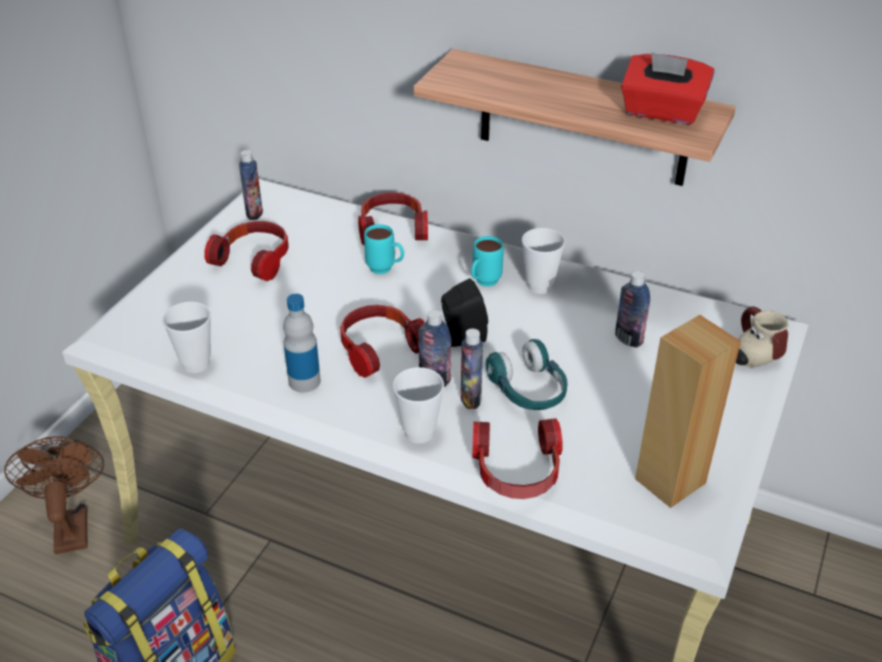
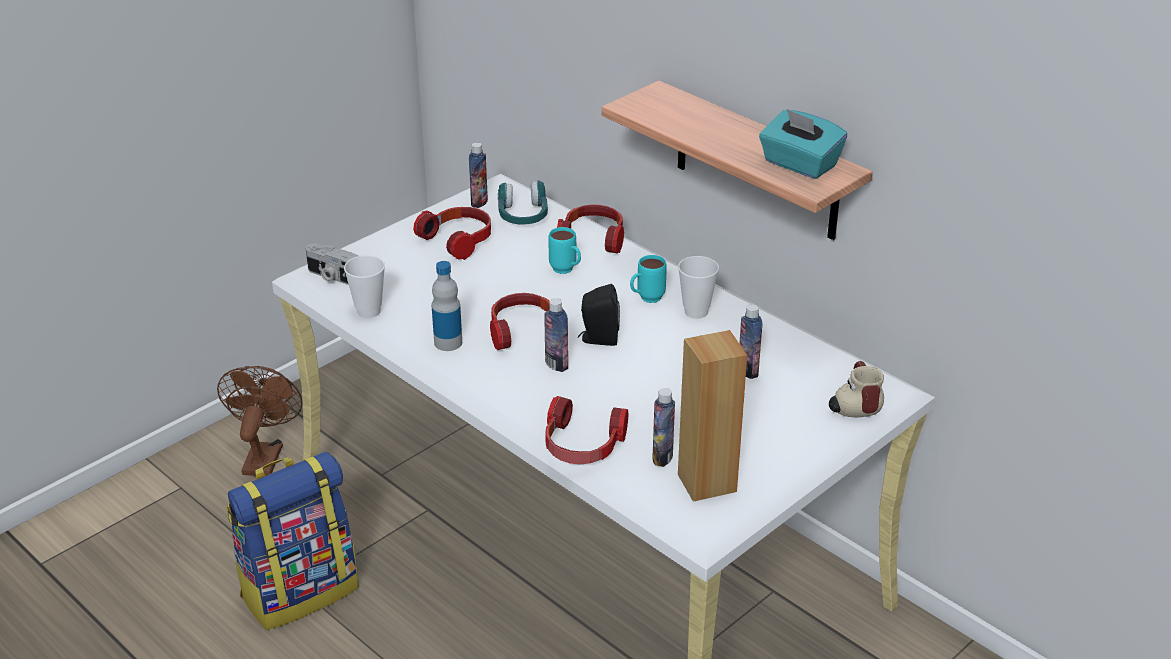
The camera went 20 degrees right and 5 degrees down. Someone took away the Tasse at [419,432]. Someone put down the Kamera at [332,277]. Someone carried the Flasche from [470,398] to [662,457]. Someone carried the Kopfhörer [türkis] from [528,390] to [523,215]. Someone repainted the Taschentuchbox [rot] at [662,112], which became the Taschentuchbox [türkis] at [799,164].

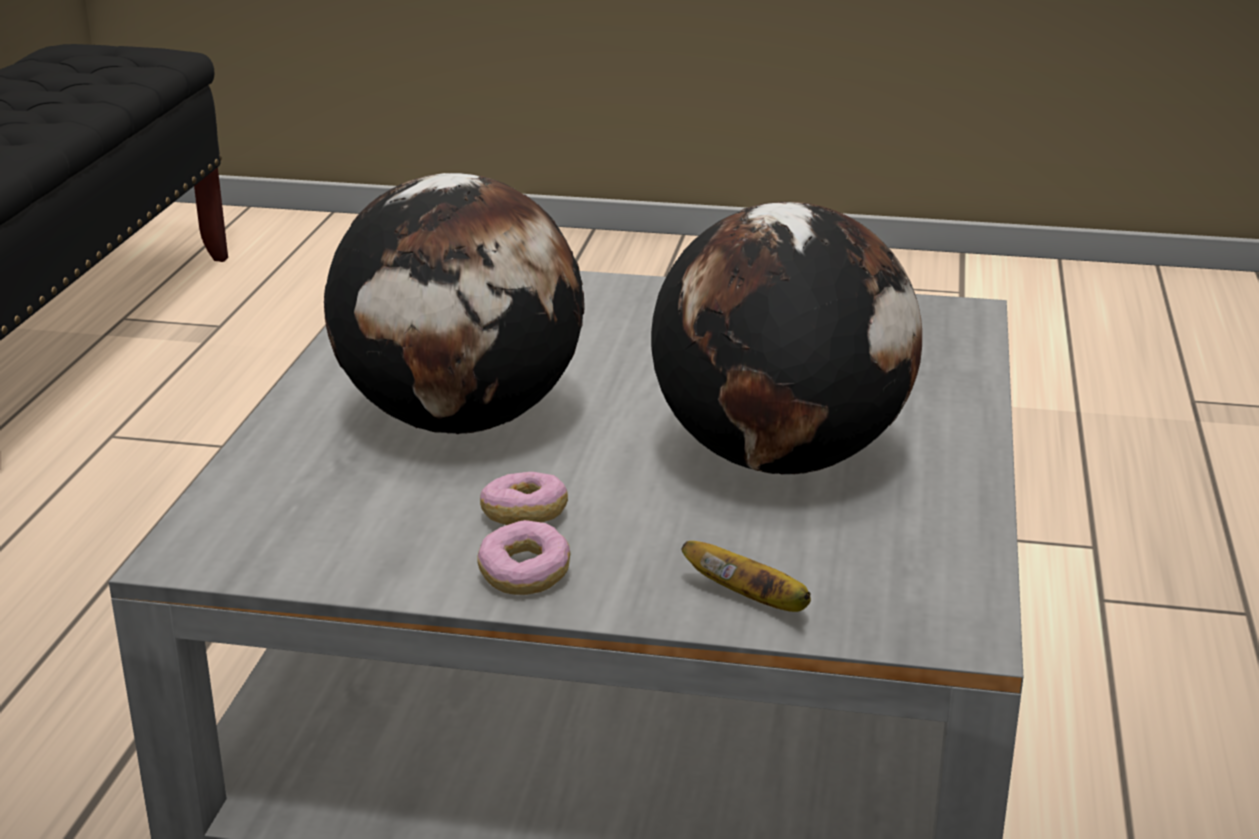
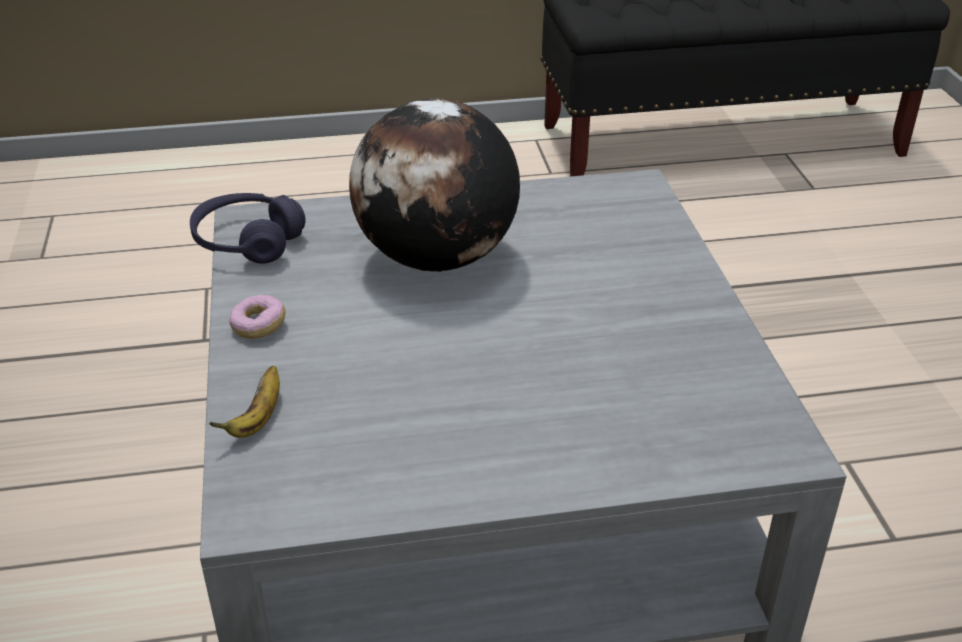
The camera went 70 degrees right and 10 degrees up. Someone took away the Donut at [524,516]. Someone took away the Globus at [780,458]. Someone put down the Kopfhörer [lila] at [248,242].

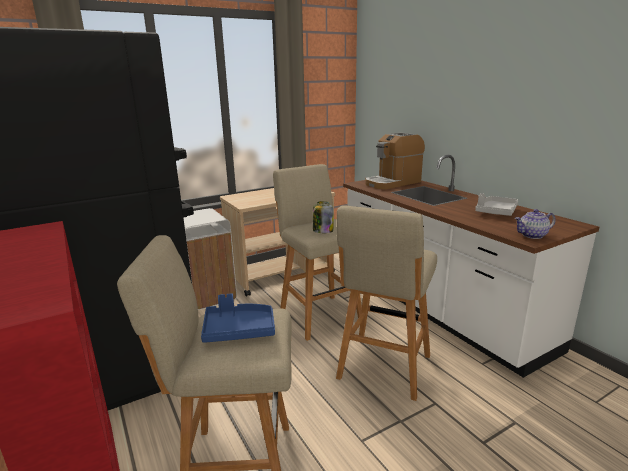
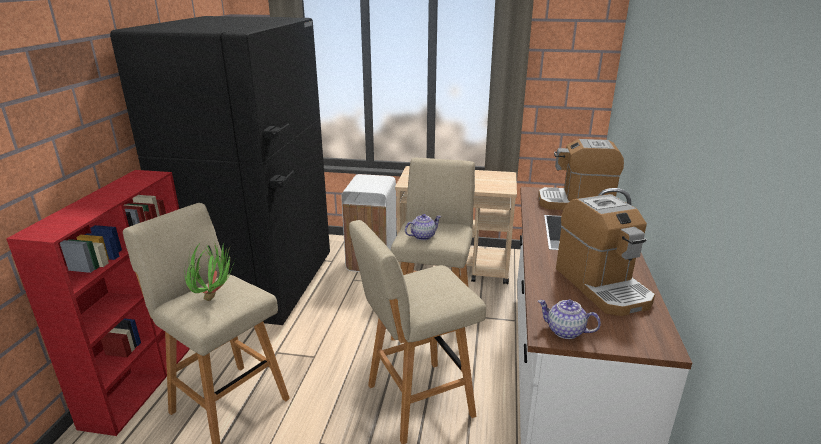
The camera went 40 degrees right and 5 degrees up. Someone swapped the Tablett [blau] at [239,330] for the Topfpflanze at [216,296]. Someone swapped the Vorratsglas at [322,231] for the Teekanne at [423,236]. Someone swapped the Tablett [grau] at [496,212] for the Kaffeemaschine at [602,285].

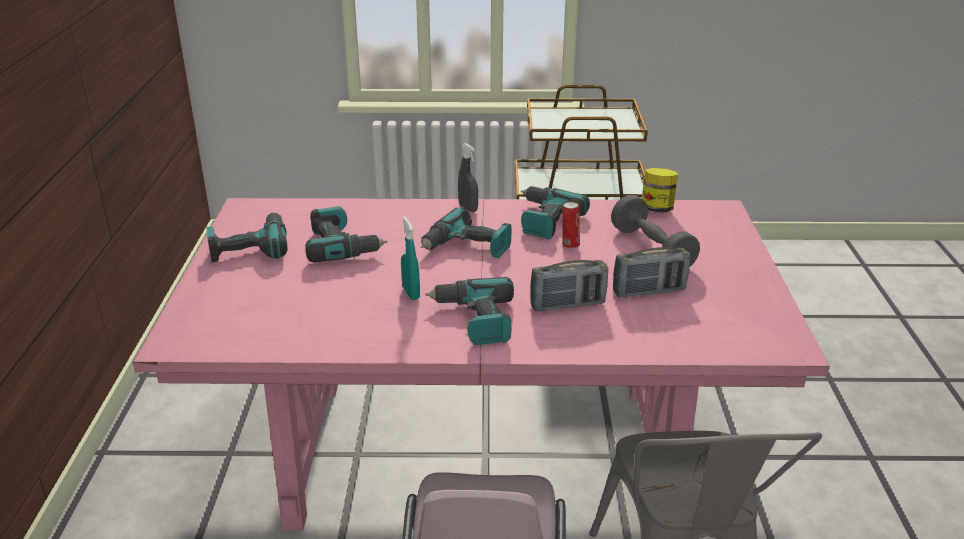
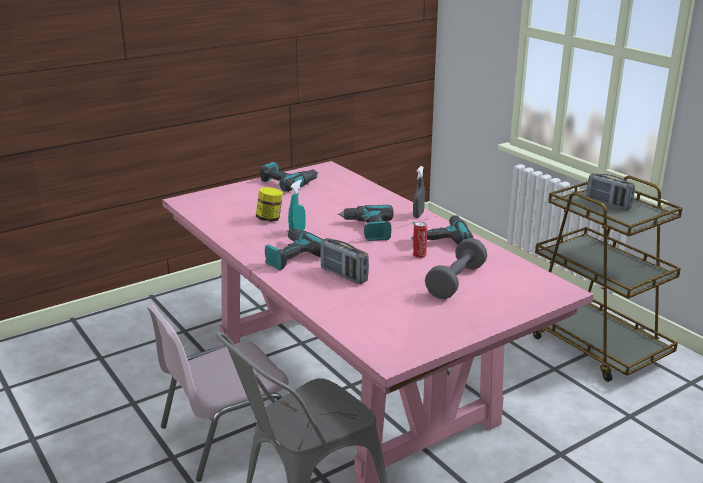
The camera went 55 degrees right and 5 degrees down. Someone took away the Bohrmaschine at [342,246]. Someone carried the Radio from [649,291] to [608,204]. Someone carried the Vorratsglas from [657,209] to [270,219].

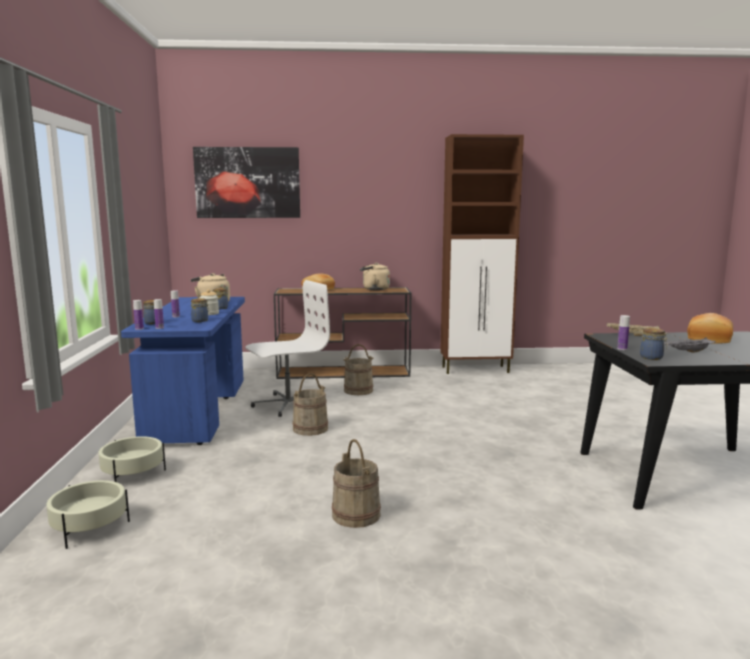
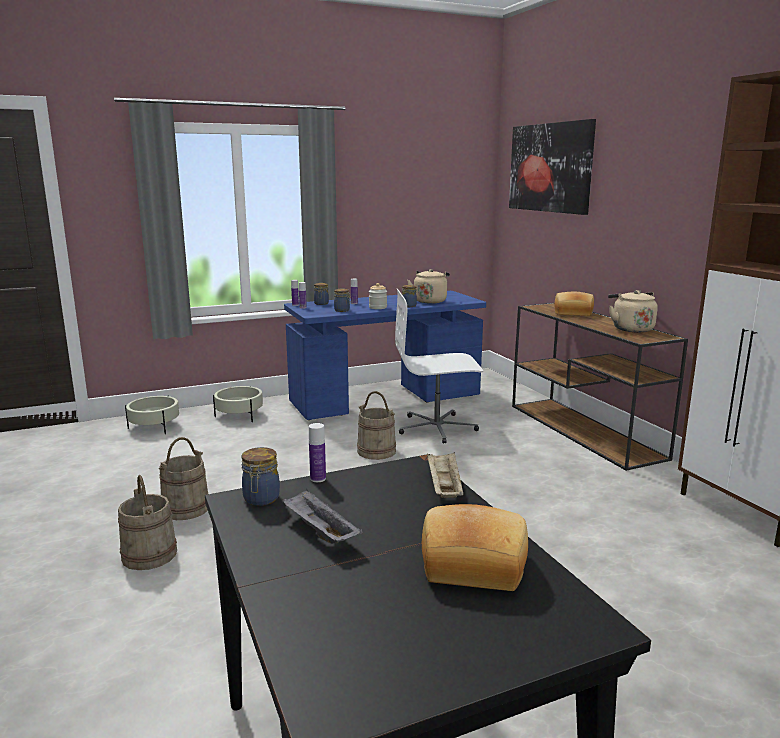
The camera went 70 degrees right and 5 degrees up. Someone carried the Eimer [beige] from [358,390] to [150,554]. Someone rotated the Bürostuhl [weiß] at [287,404] by 135 degrees clockwise.

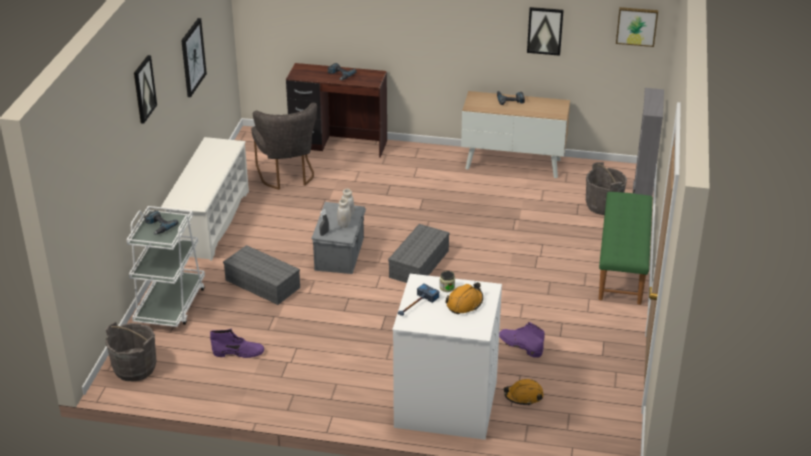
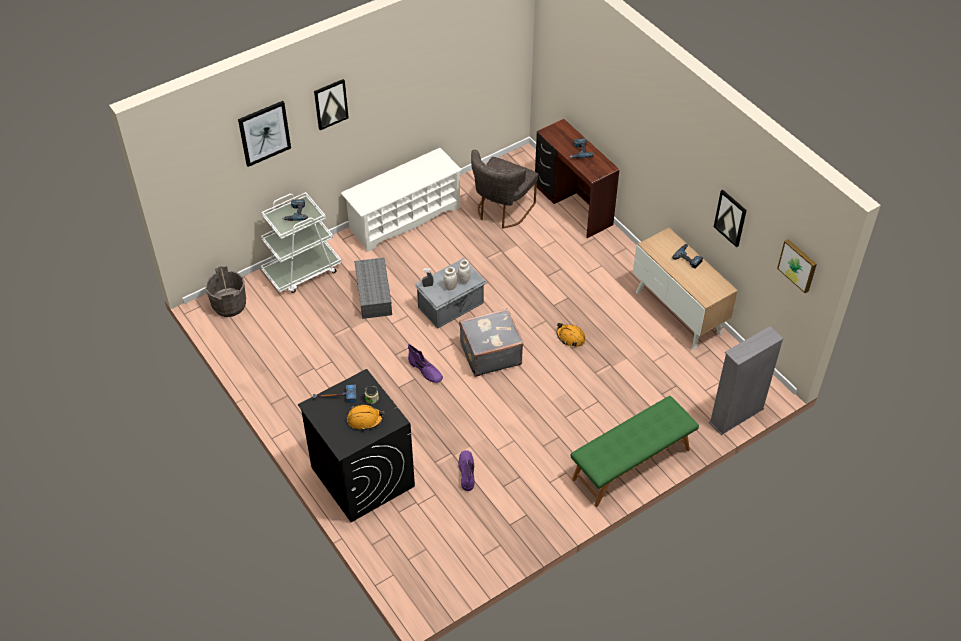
The camera went 45 degrees right and 15 degrees up. Someone took away the Eimer [grau] at [603,206]. Someone carried the Bild from [192,57] to [264,133]. Someone carried the Stiefel [lila] from [239,353] to [426,371]. Someone carried the Schutzhelm [orange] from [523,396] to [570,337]. Someone swapped the Aufbewahrungsbox [grau] at [419,264] for the Koffer [grau] at [490,354]. Someone repainted the Waschmaschine [weiß] at [445,404], which became the Waschmaschine [schwarz] at [362,476].

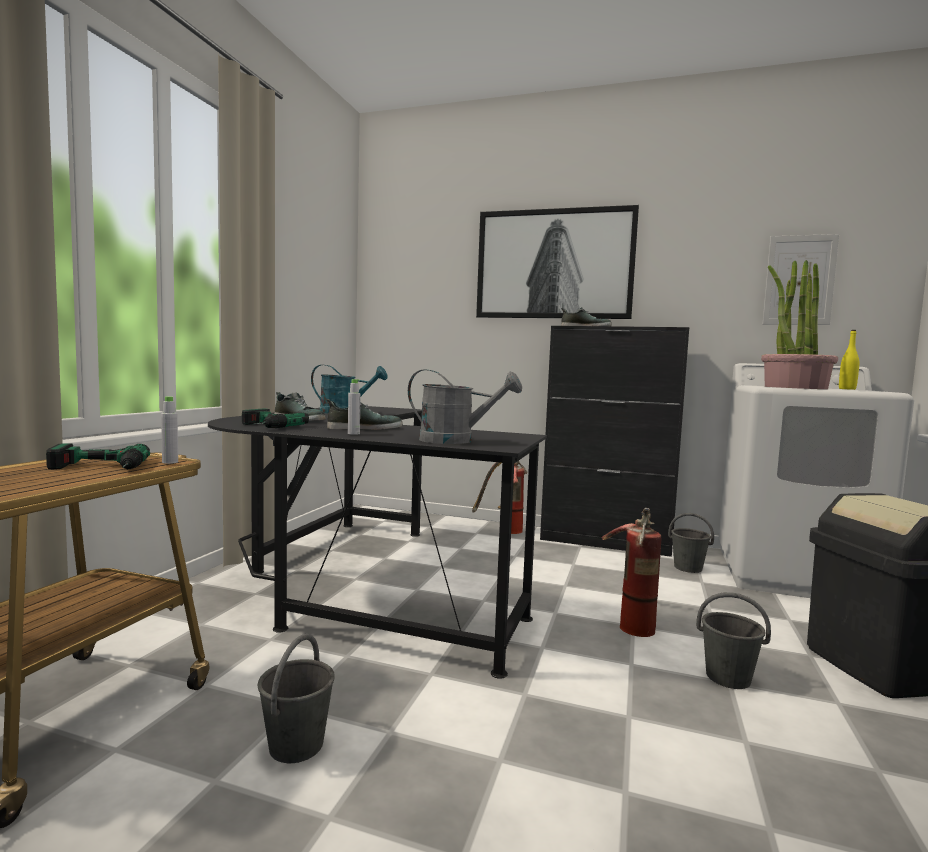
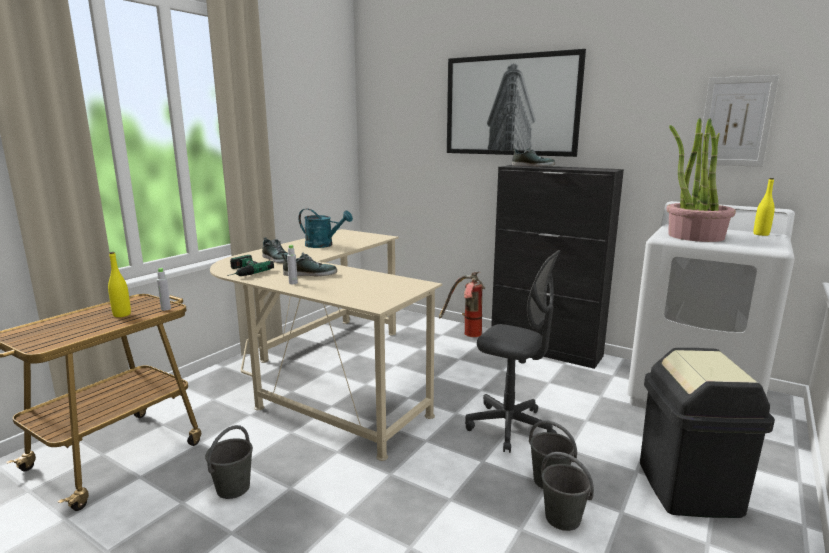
The camera went 15 degrees right and 10 degrees up. Someone took away the Gießkanne [grau] at [456,441]. Someone carried the Eimer [grau] from [688,568] to [563,518]. Someone swapped the Bohrmaschine at [96,469] for the Flasche [gelb] at [122,314]. Someone swapped the Feuerlöscher at [632,622] for the Bürostuhl [grau] at [510,427]. Someone repainted the Schreibtisch [schwarz] at [357,584], which became the Schreibtisch [beige] at [326,376].

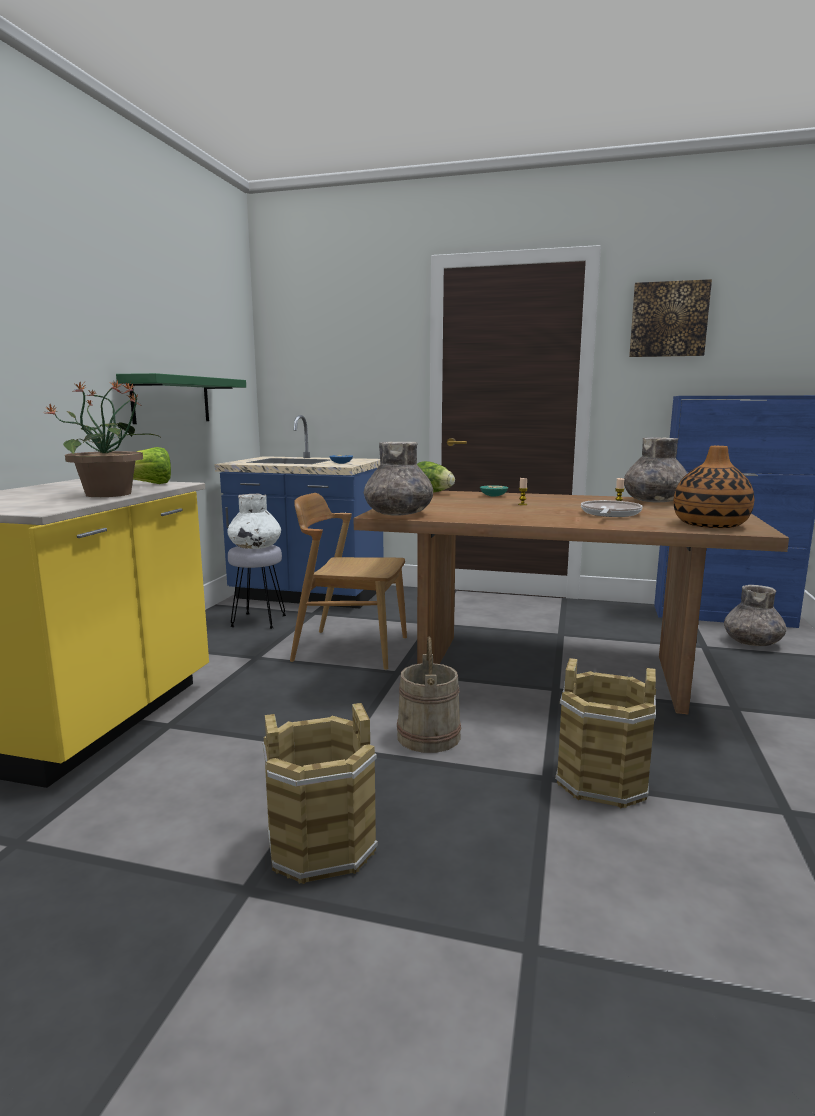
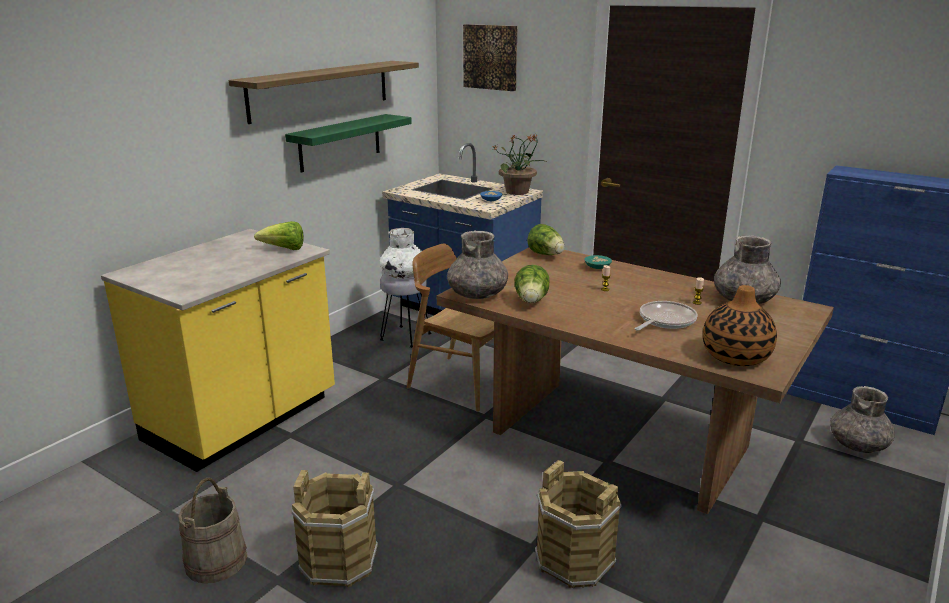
The camera went 20 degrees right and 10 degrees up. Someone put up the Wandregal at [321,90]. Someone put down the Salatkopf at [531,301]. Someone carried the Topfpflanze from [110,494] to [518,192]. Someone carried the Eimer [beige] from [429,736] to [216,561]. Someone carried the Bild from [668,319] to [491,57].

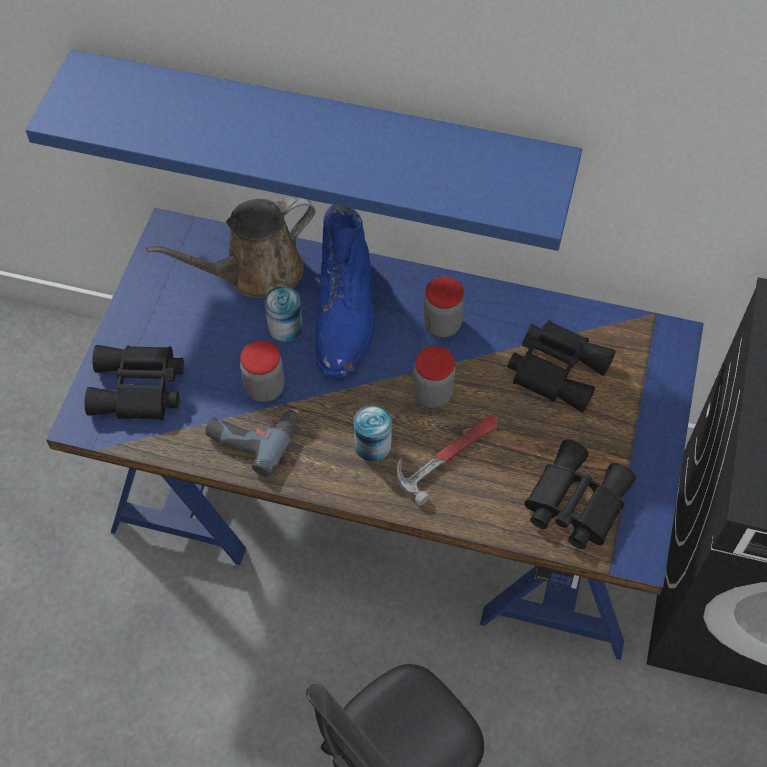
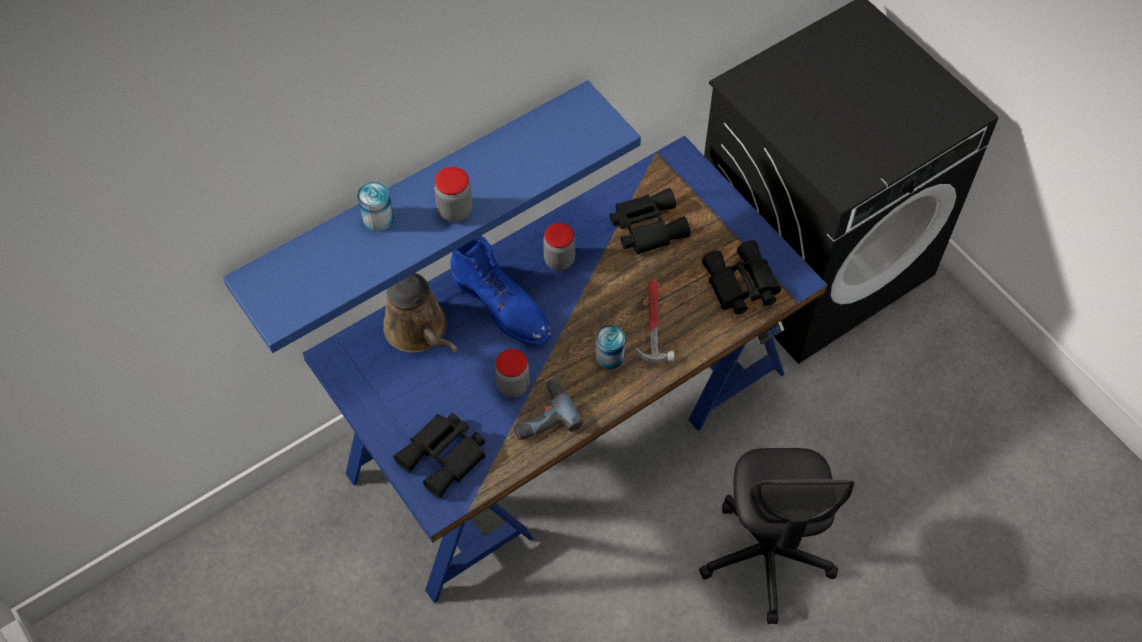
The camera went 50 degrees left and 0 degrees up. Someone carried the Dose from [285,327] to [378,219]. Someone carried the Vorratsglas from [432,393] to [455,210]. Someone rotated the Gießkanne [braun] at [256,272] by 45 degrees counterclockwise.

